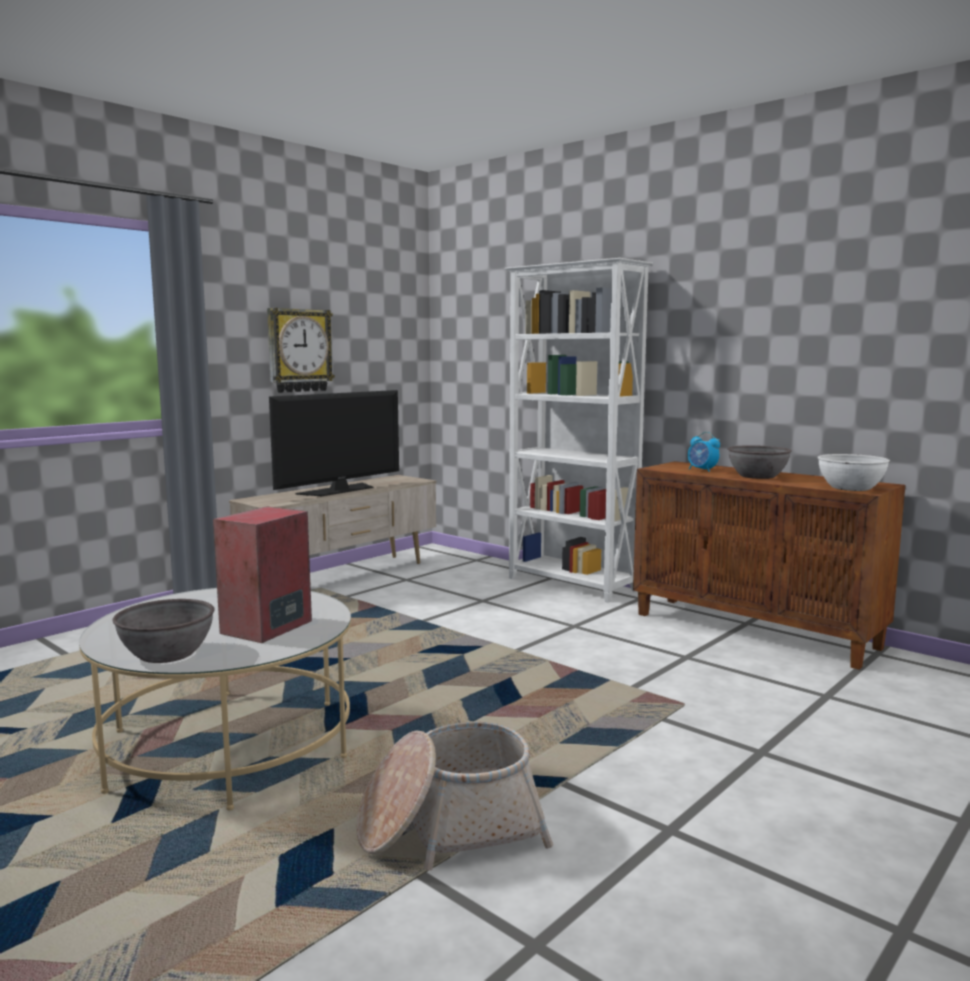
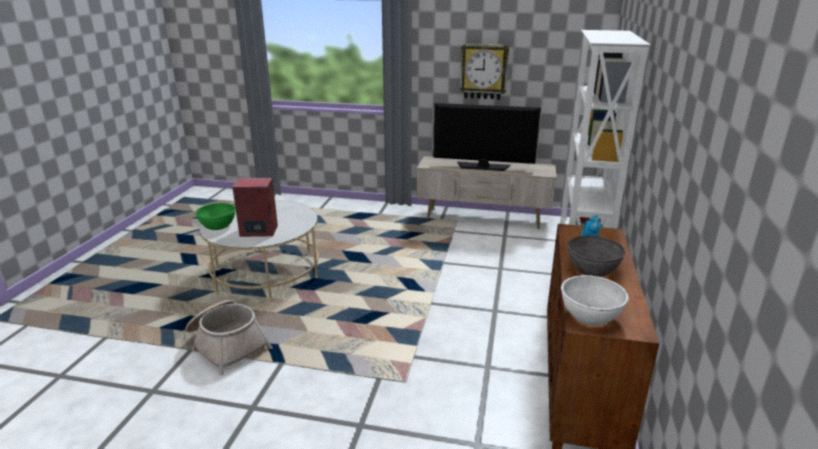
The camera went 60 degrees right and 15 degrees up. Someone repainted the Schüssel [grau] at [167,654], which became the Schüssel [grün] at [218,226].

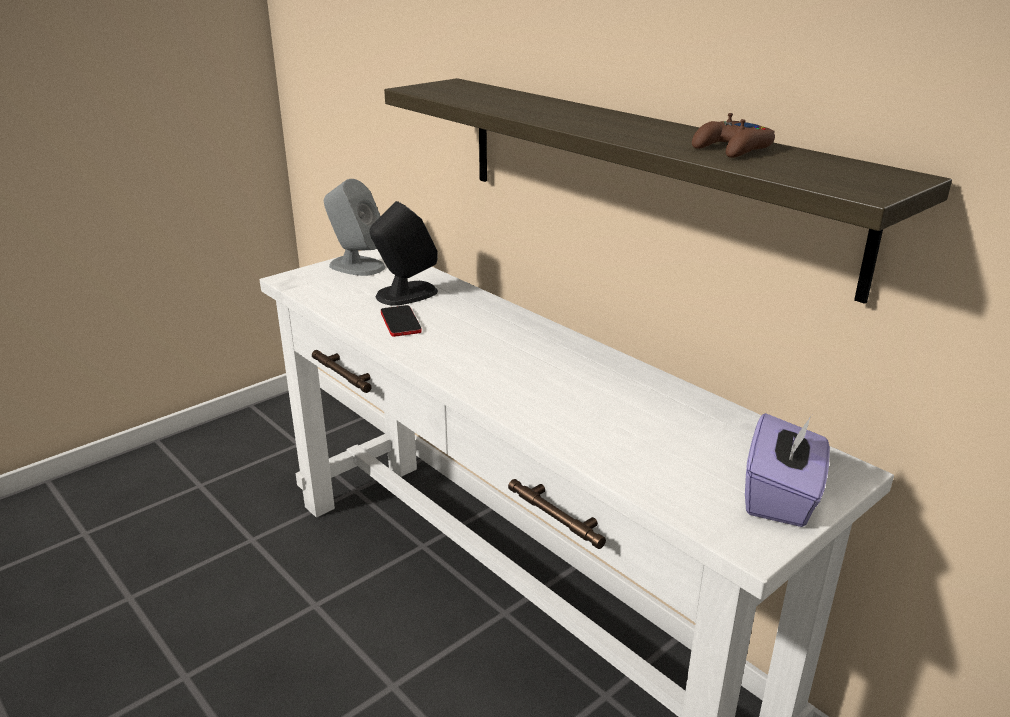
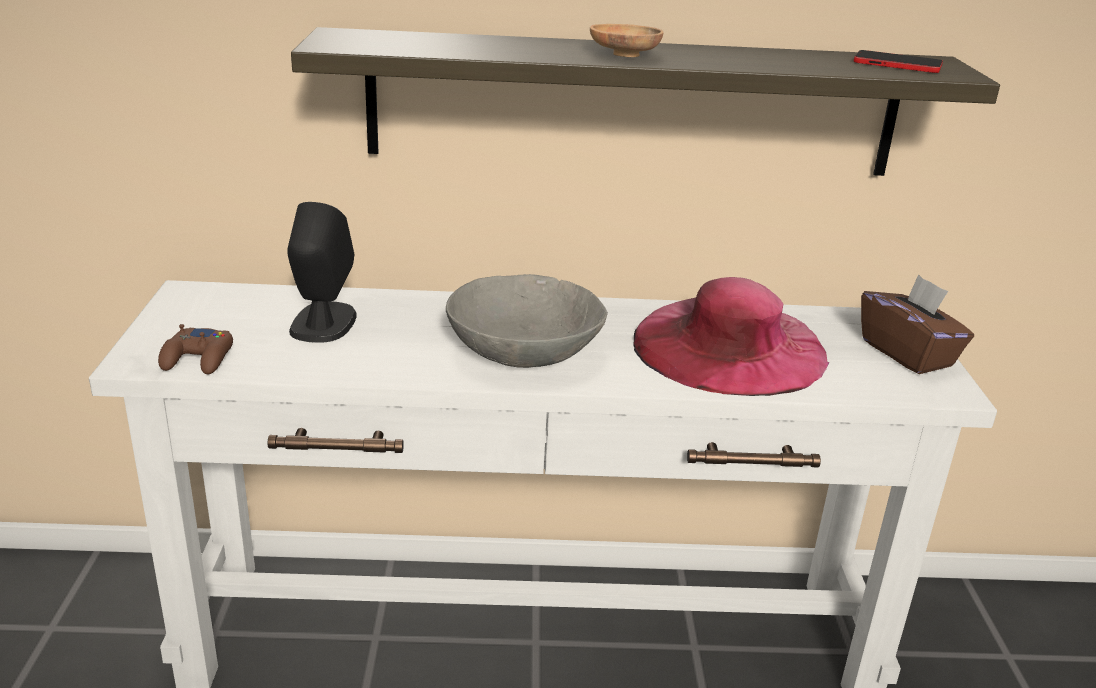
The camera went 50 degrees left and 0 degrees up. Someone took away the Lautsprecher [grau] at [356,266]. Someone put down the Schüssel [grau] at [524,350]. Someone put down the Schüssel [braun] at [624,56]. Someone put down the Hut [rosa] at [729,346]. Someone carried the Handy from [400,322] to [897,64]. Someone carried the Gamepad [braun] from [732,149] to [198,359]. Someone repainted the Taschentuchbox [lila] at [781,497], which became the Taschentuchbox [braun] at [908,353].

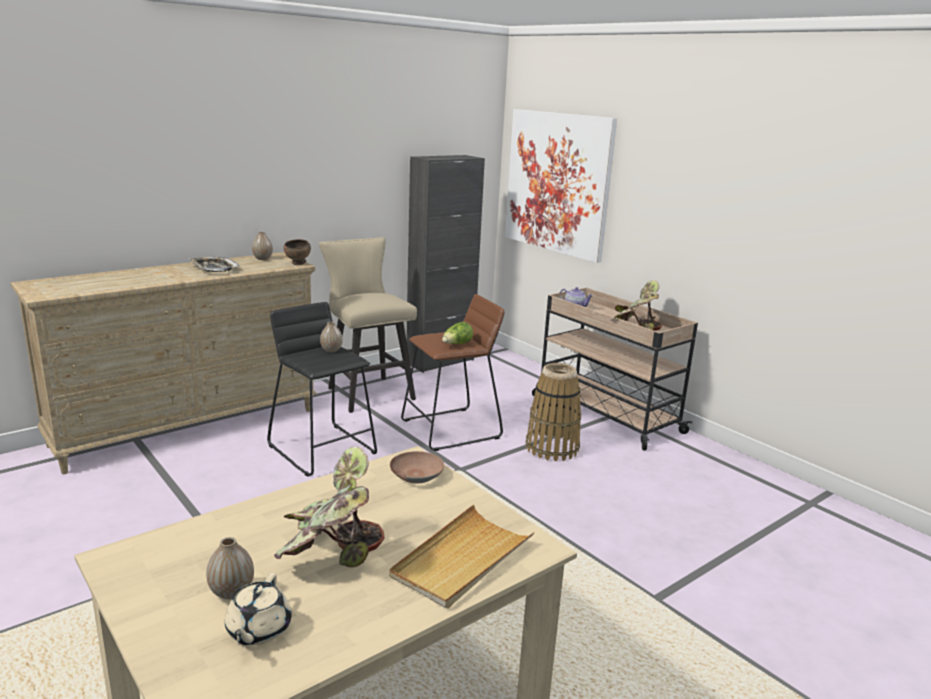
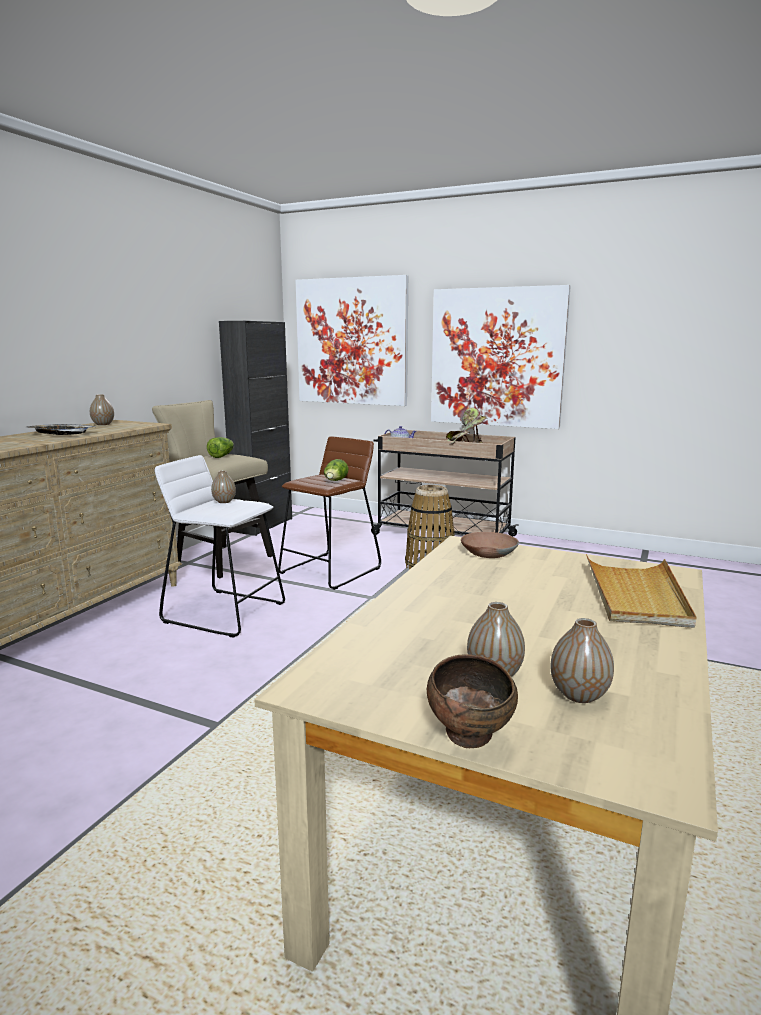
The camera went 25 degrees left and 5 degrees down. Someone took away the Topfpflanze at [329,551]. Someone put down the Salatkopf at [222,456]. Someone put up the Bild at [496,357]. Someone carried the Schüssel [braun] from [298,264] to [471,739]. Someone swapped the Teekanne [beige] at [258,630] for the Vase at [579,695]. Someone repainted the Hocker [schwarz] at [323,449], which became the Hocker [weiß] at [225,612].

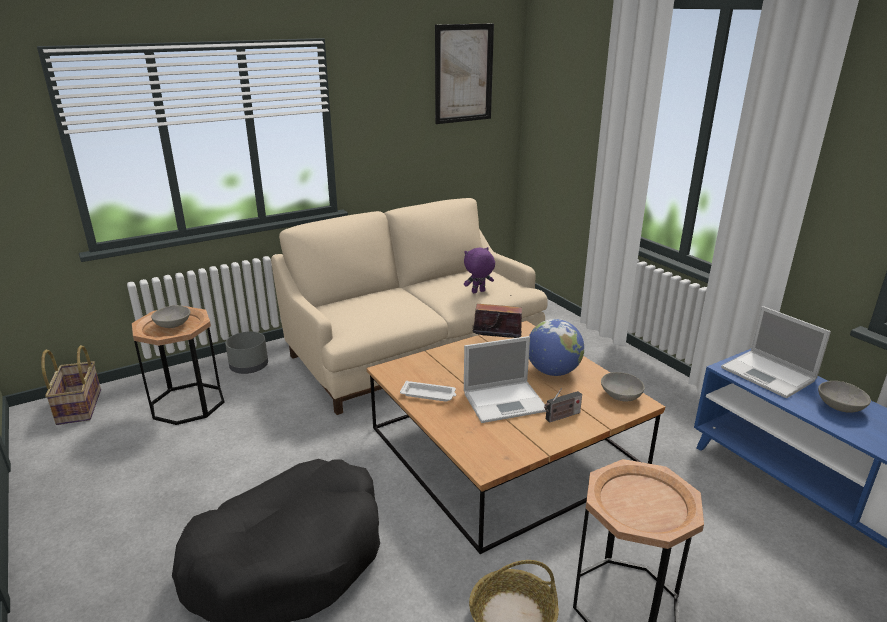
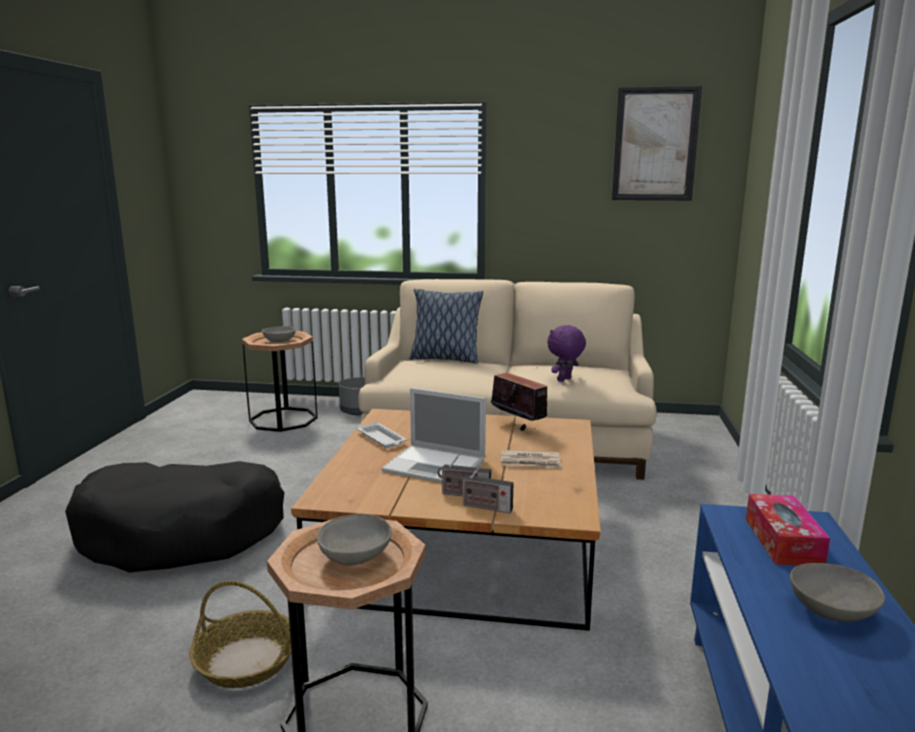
The camera went 40 degrees right and 10 degrees down. Someone took away the Korb at [78,406]. Someone put down the Kissen at [445,359]. Someone put down the Radio at [484,507]. Someone carried the Schüssel [grau] from [621,396] to [356,556]. Someone swapped the Globus at [553,372] for the Zeitung at [530,462]. Someone swapped the Laptop at [769,375] for the Taschentuchbox at [783,541]. Someone rotated the Plüschtier [lila] at [478,292] by 60 degrees counterclockwise.

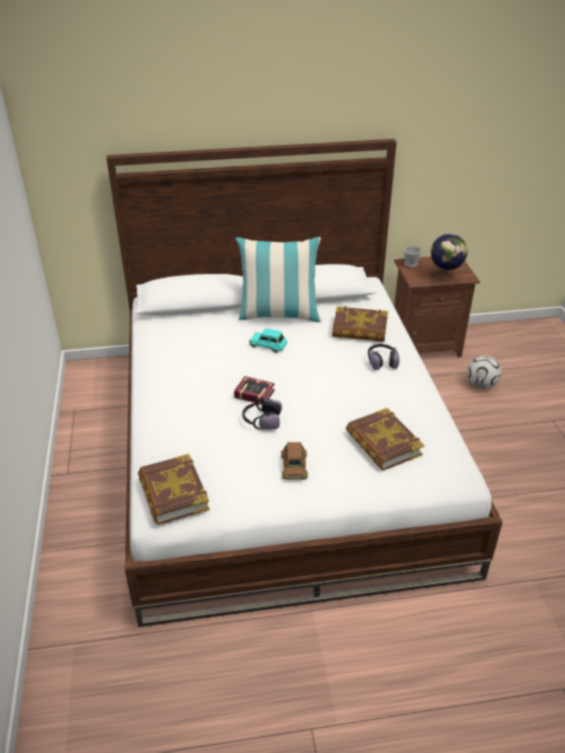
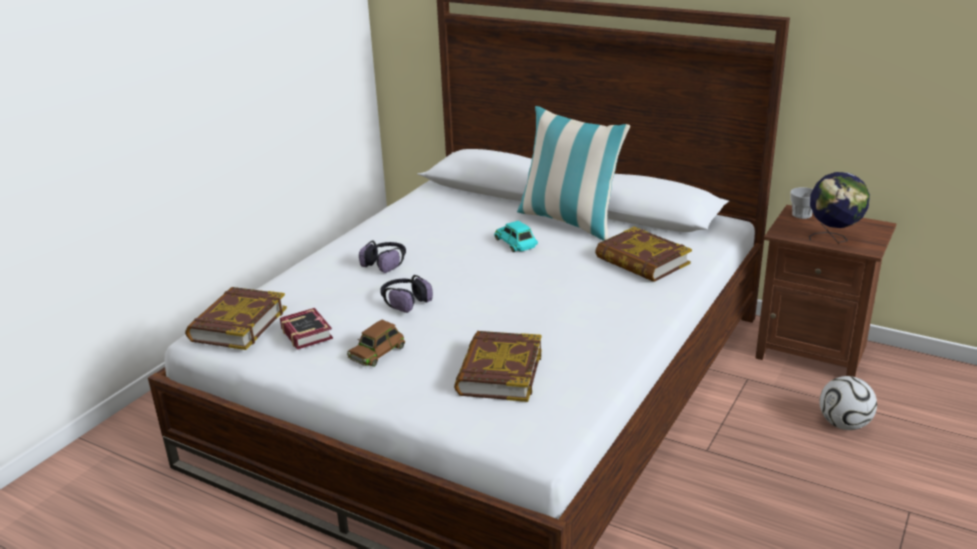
The camera went 40 degrees right and 10 degrees down. Someone carried the Buch from [253,393] to [307,332]. Someone carried the Kopfhörer from [382,361] to [385,263].

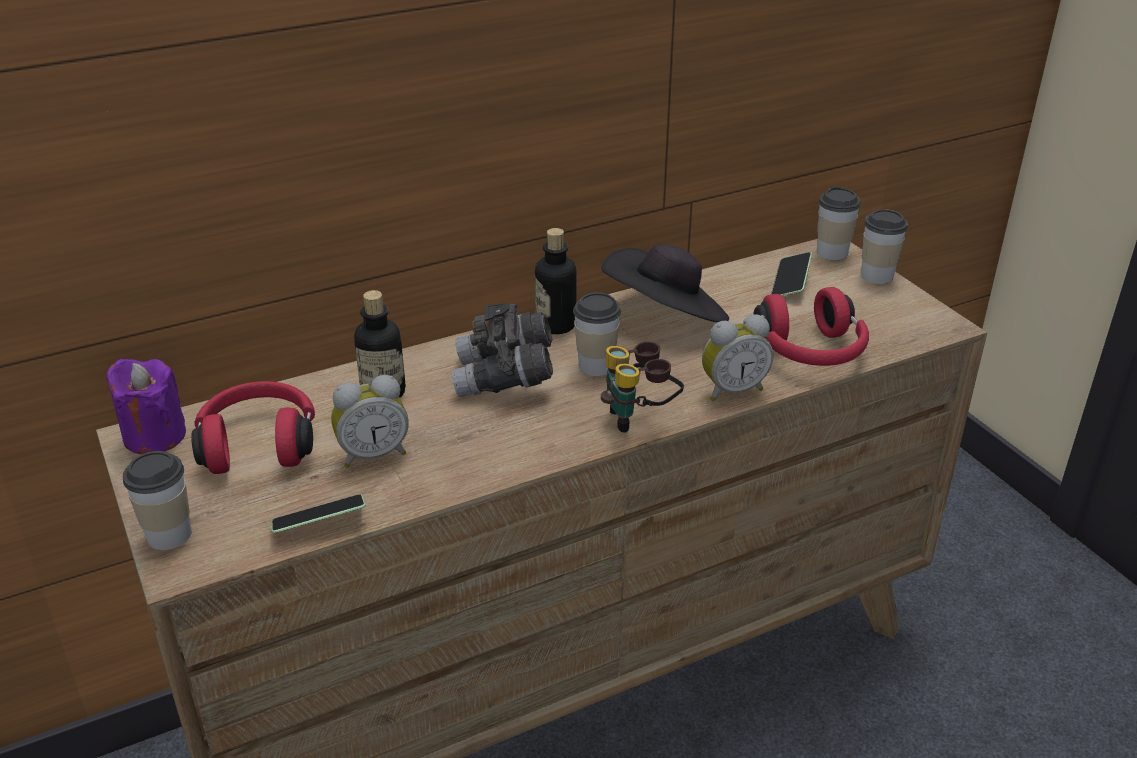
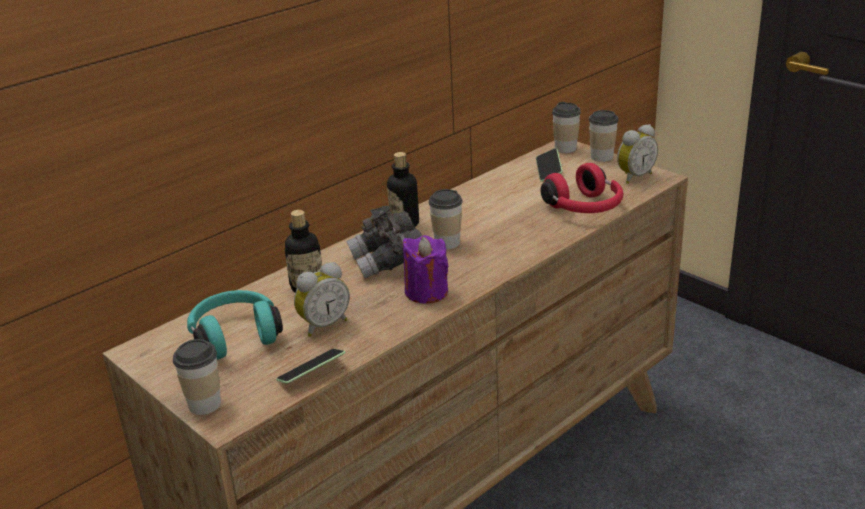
The camera went 15 degrees left and 5 degrees down. Someone took away the Hut [schwarz] at [666,316]. Someone took away the Fernglas at [640,418]. Someone carried the Kerze [lila] from [155,436] to [426,292]. Someone carried the Wecker from [732,390] to [634,177]. Someone repainted the Kopfhörer [rot] at [259,444], which became the Kopfhörer [türkis] at [235,336].

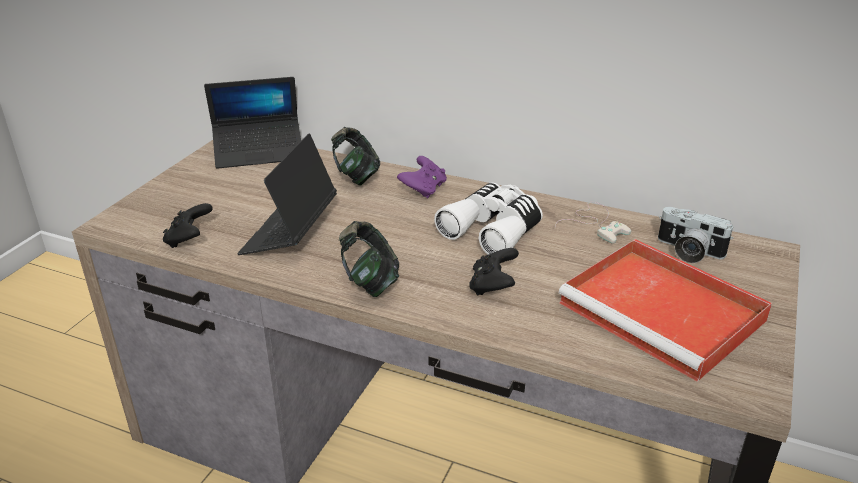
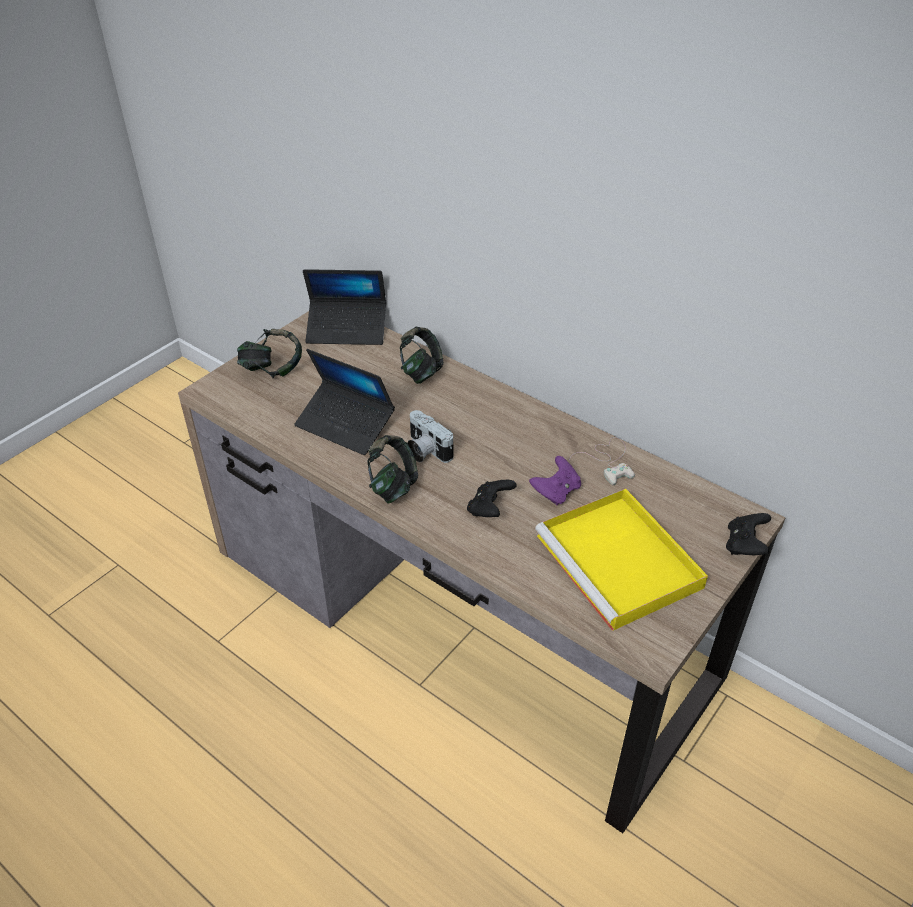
The camera went 15 degrees right and 10 degrees up. Someone took away the Fernglas [weiß] at [494,230]. Someone put down the Kopfhörer at [272,370]. Someone carried the Gamepad [schwarz] from [189,239] to [745,545]. Someone carried the Gamepad [lila] from [423,189] to [556,492]. Someone carried the Kamera from [688,251] to [425,450]. Someone repainted the Tablett [rot] at [665,313], which became the Tablett [gelb] at [621,563]. Someone rotated the Laptop at [290,233] by 90 degrees counterclockwise.

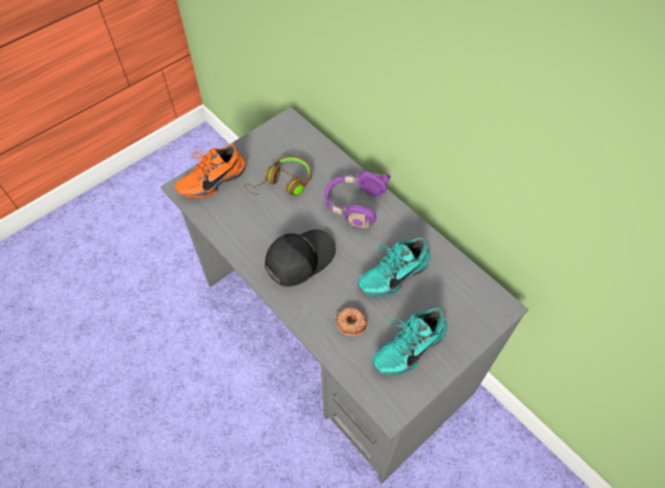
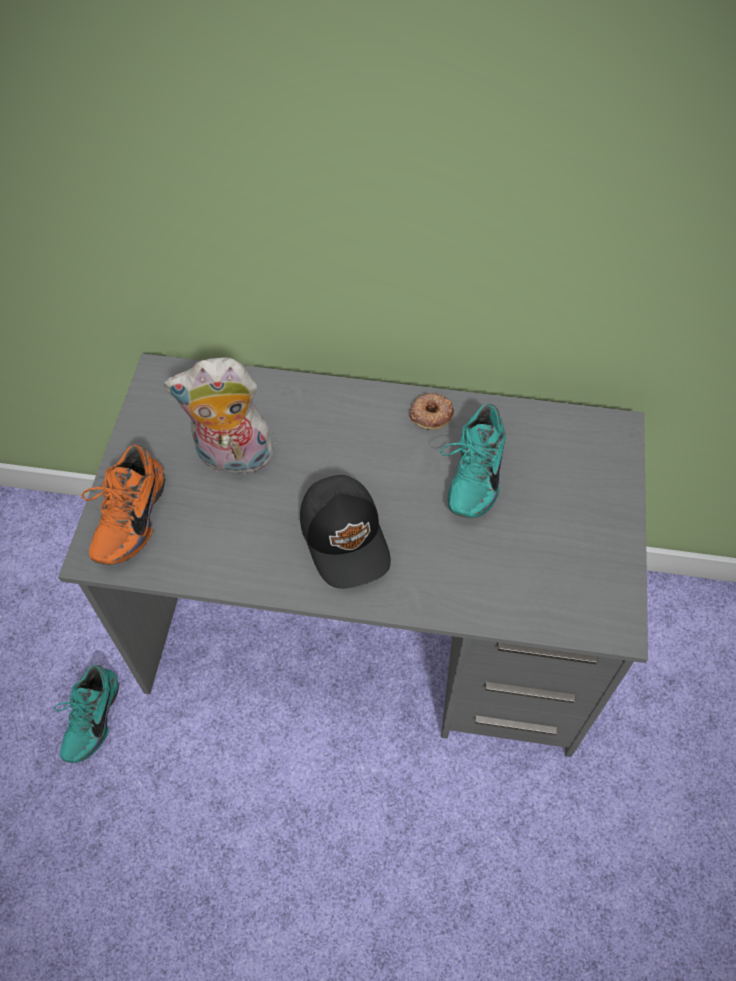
The camera went 40 degrees left and 0 degrees up. Someone took away the Kopfhörer [lila] at [354,205]. Someone carried the Donut from [351,322] to [431,414]. Someone carried the Schuh [türkis] from [407,346] to [89,718]. Someone swapped the Kopfhörer [braun] at [283,184] for the Plüschtier at [232,459]. Someone rotated the Kappe [schwarz] at [298,259] by 150 degrees clockwise.

